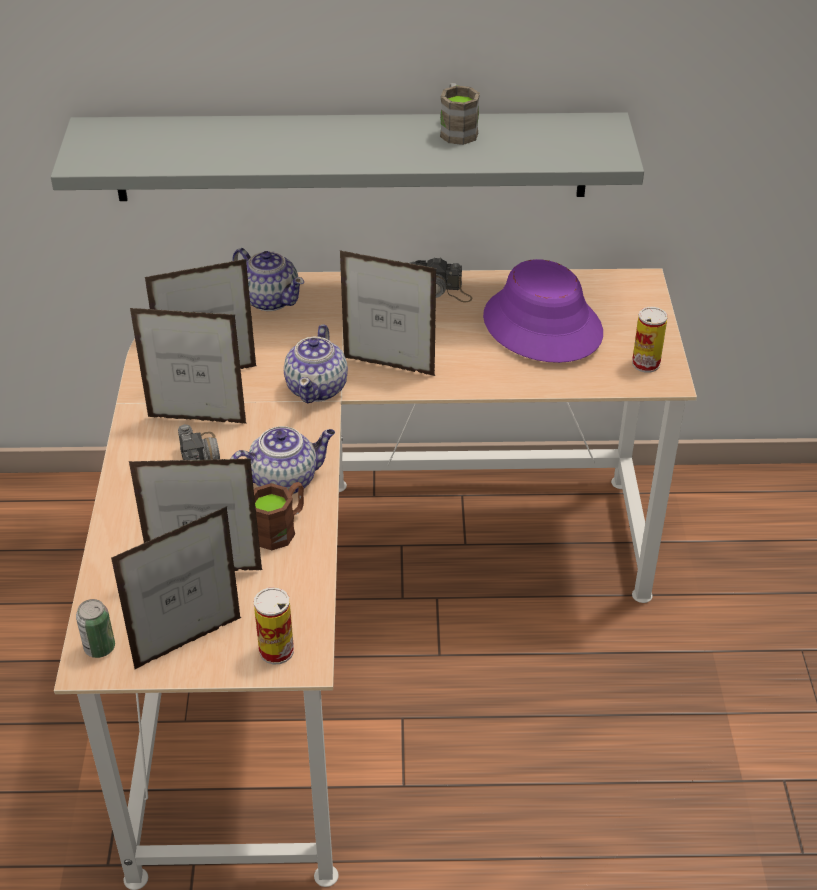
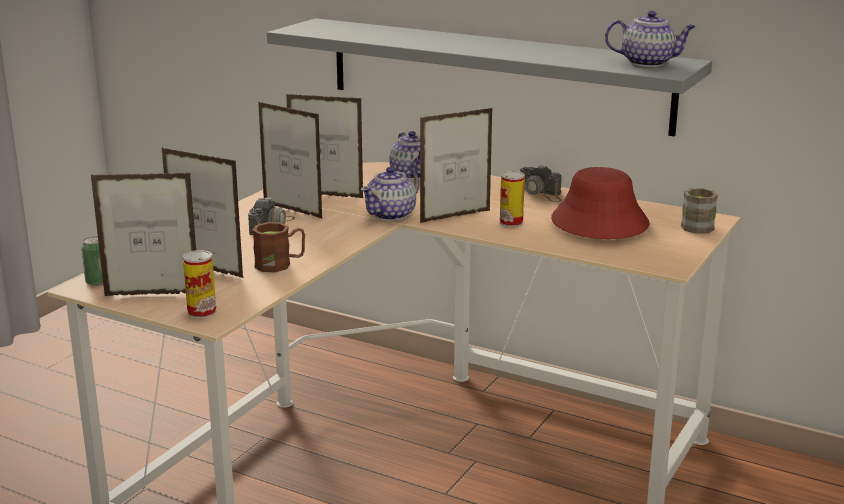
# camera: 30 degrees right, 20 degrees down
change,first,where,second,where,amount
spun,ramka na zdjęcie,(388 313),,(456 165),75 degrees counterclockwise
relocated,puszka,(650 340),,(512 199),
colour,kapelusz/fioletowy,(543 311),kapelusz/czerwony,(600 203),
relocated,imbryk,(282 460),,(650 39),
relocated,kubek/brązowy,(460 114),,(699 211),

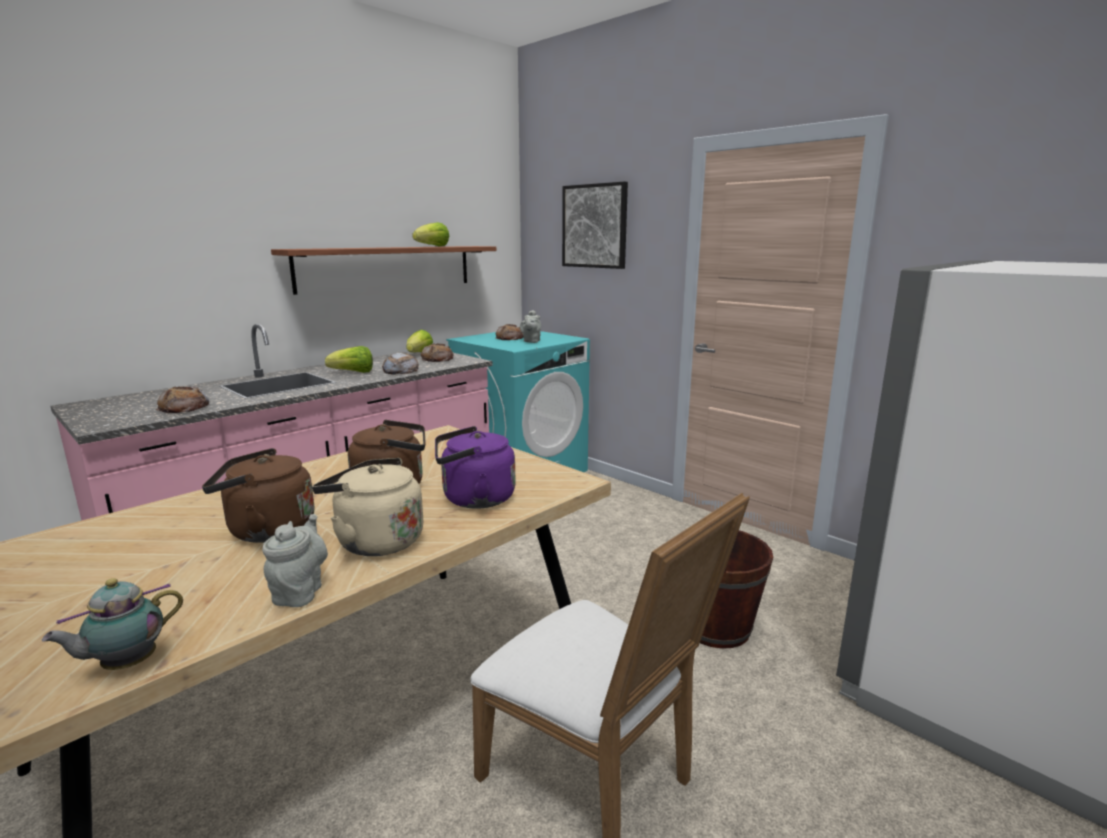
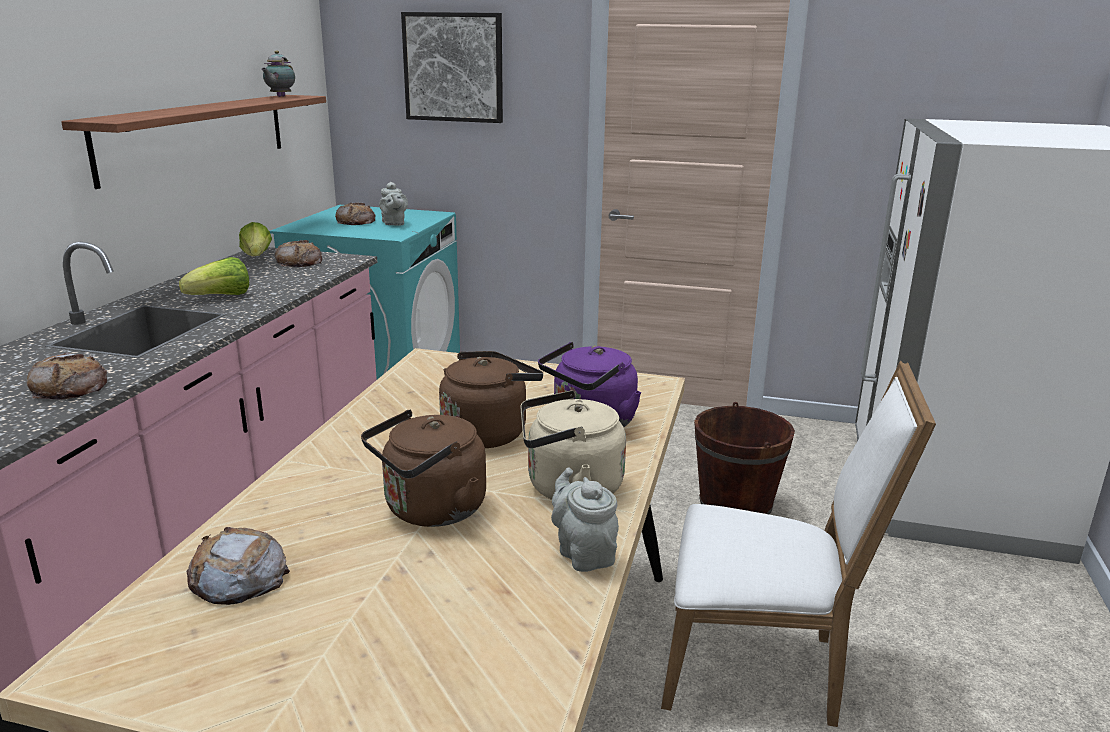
# camera: 30 degrees left, 5 degrees up
change,first,where,second,where,amount
relocated,chleb,(400 363),,(238 566),
relocated,imbryk,(112 624),,(278 73),
missing,sałata,(430 234),,,

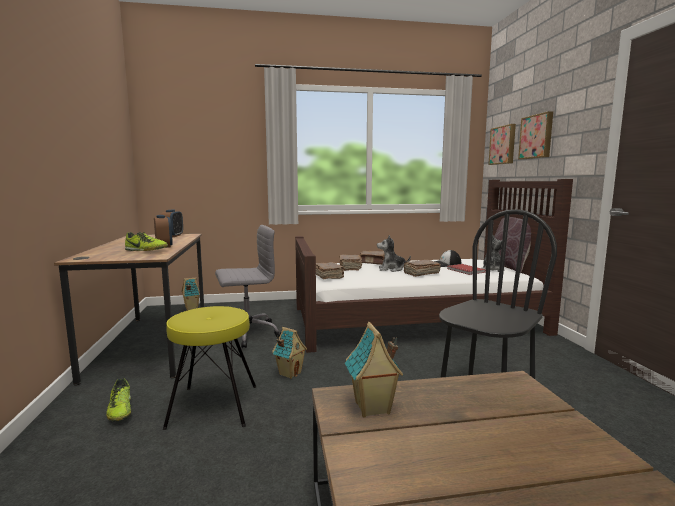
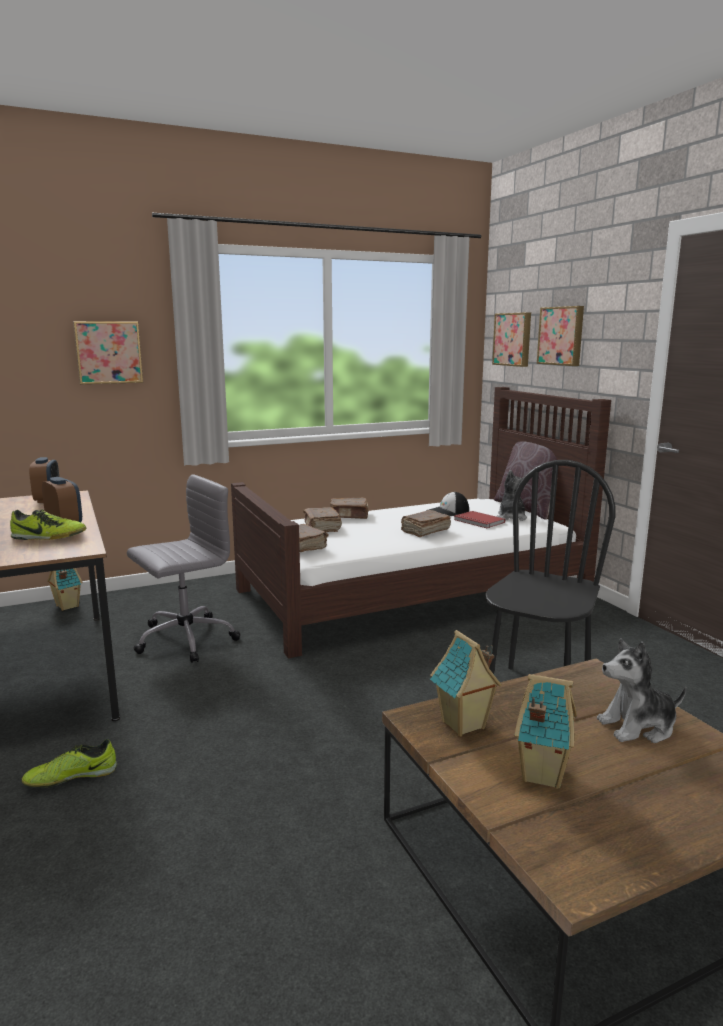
# camera: 15 degrees left, 5 degrees up
change,first,where,second,where,amount
spun,but,(118 400),,(69 763),105 degrees clockwise
appeared,,,obraz,(108 353),
relocated,domek,(289 353),,(545 731),
relocated,pluszak,(394 253),,(641 690),
missing,stołek/żółty,(209 368),,,

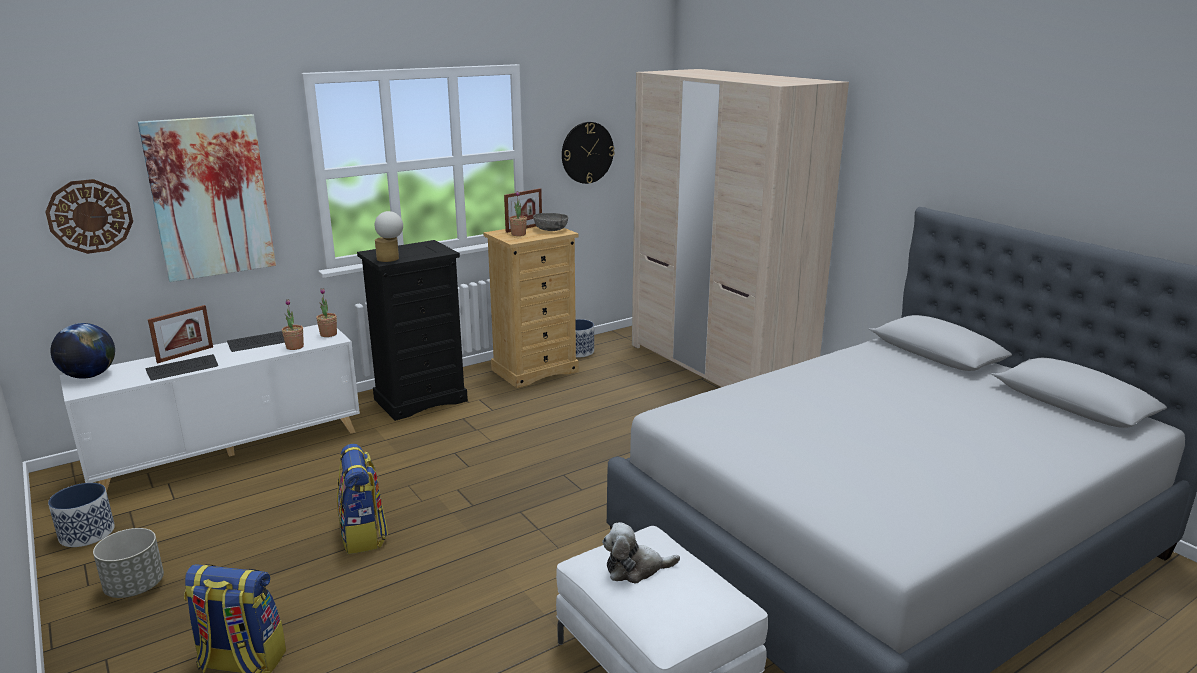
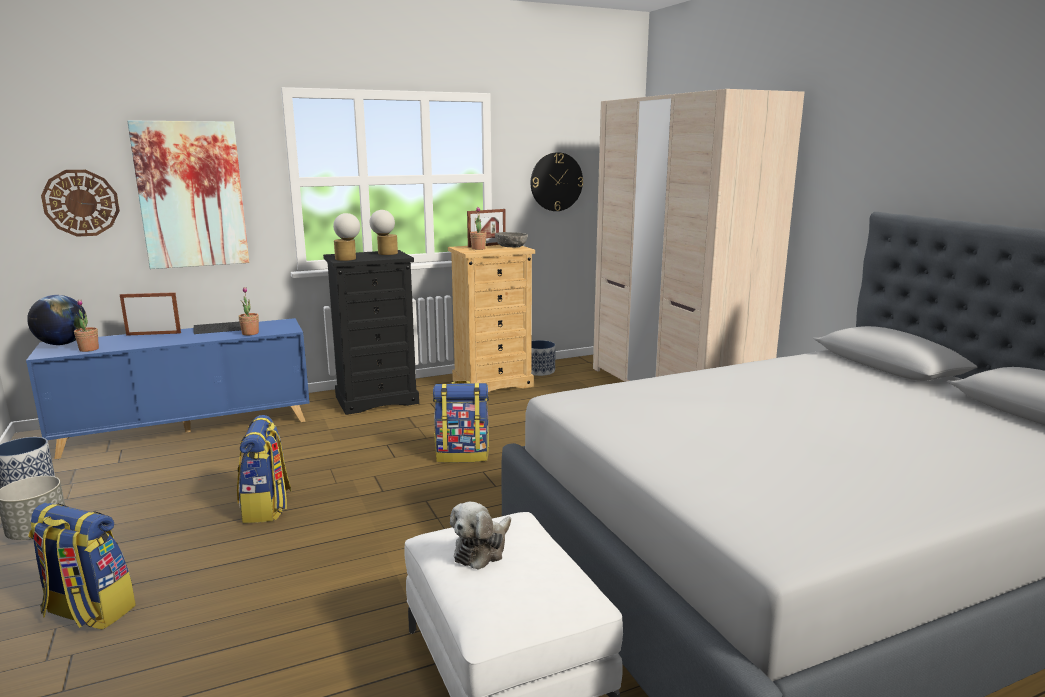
# camera: 10 degrees right, 5 degrees down
change,first,where,second,where,amount
colour,szafka/biały,(210 408),szafka/niebieski,(168 388),
relocated,roślina doniczkowa,(326 312),,(86 325),
spun,ramka na zdjęcie,(180 334),,(150 314),150 degrees counterclockwise
appeared,,,lampa stołowa,(384 232),
appeared,,,plecak,(461 422),
spun,pluszak,(641 553),,(480 536),60 degrees counterclockwise
missing,klawiatura,(181 367),,,

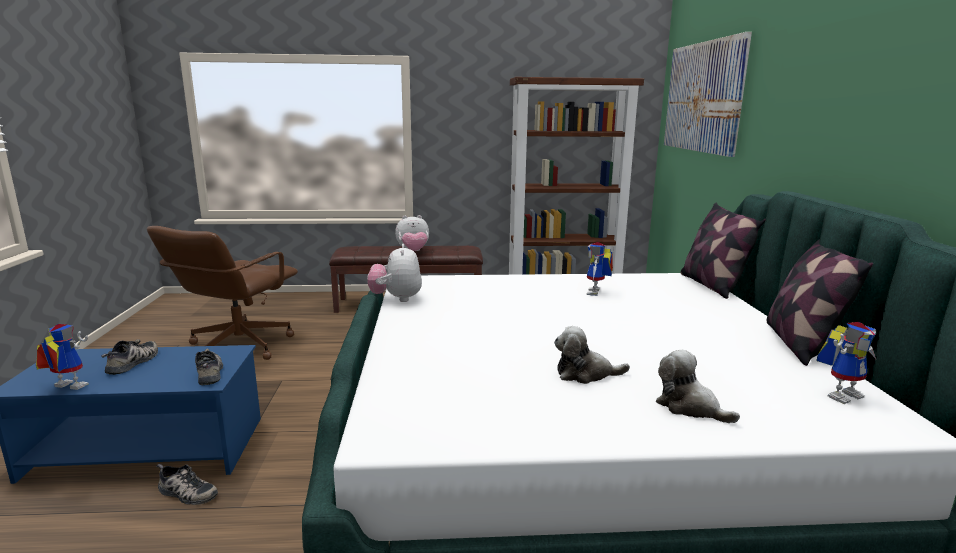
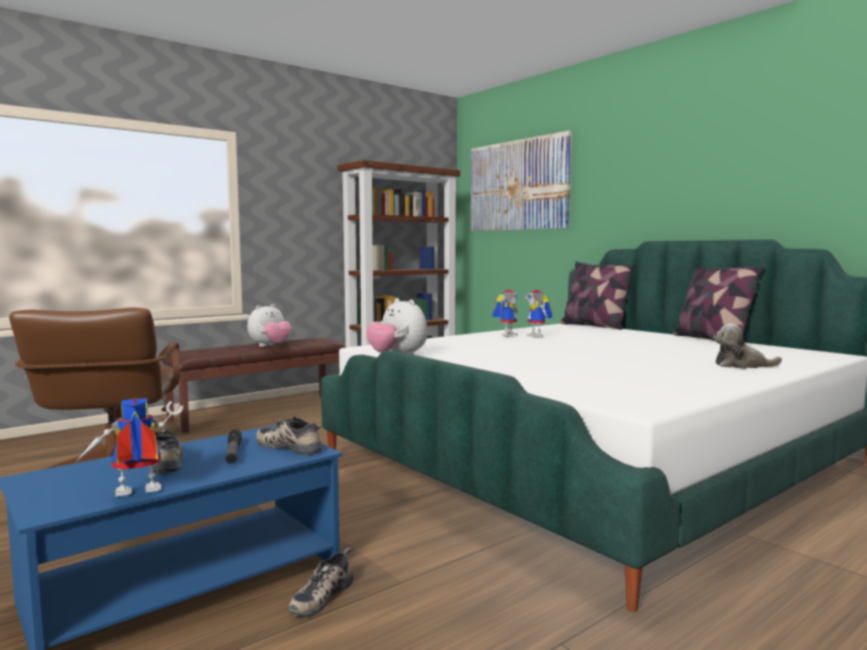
# camera: 35 degrees left, 10 degrees down
change,first,where,second,where,amount
appeared,,,latarka,(234 447),
spun,but,(187 484),,(321 582),135 degrees clockwise
relocated,robot zabawkowy,(846 363),,(505 313),
missing,pluszak,(592 355),,,

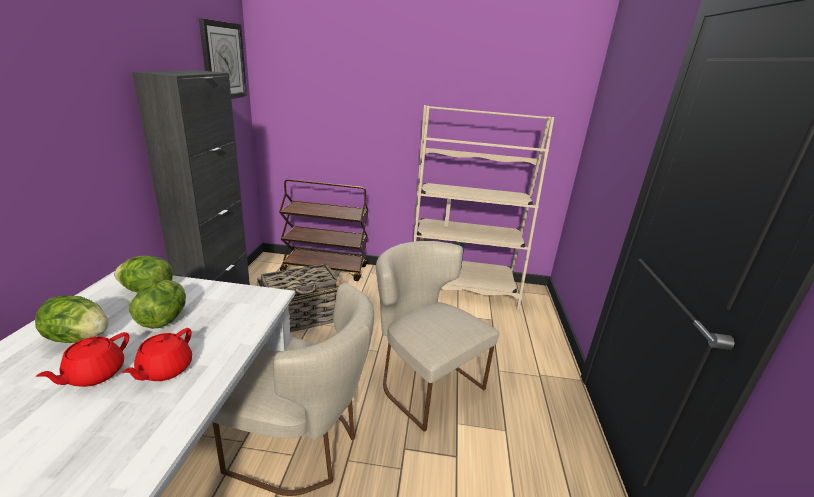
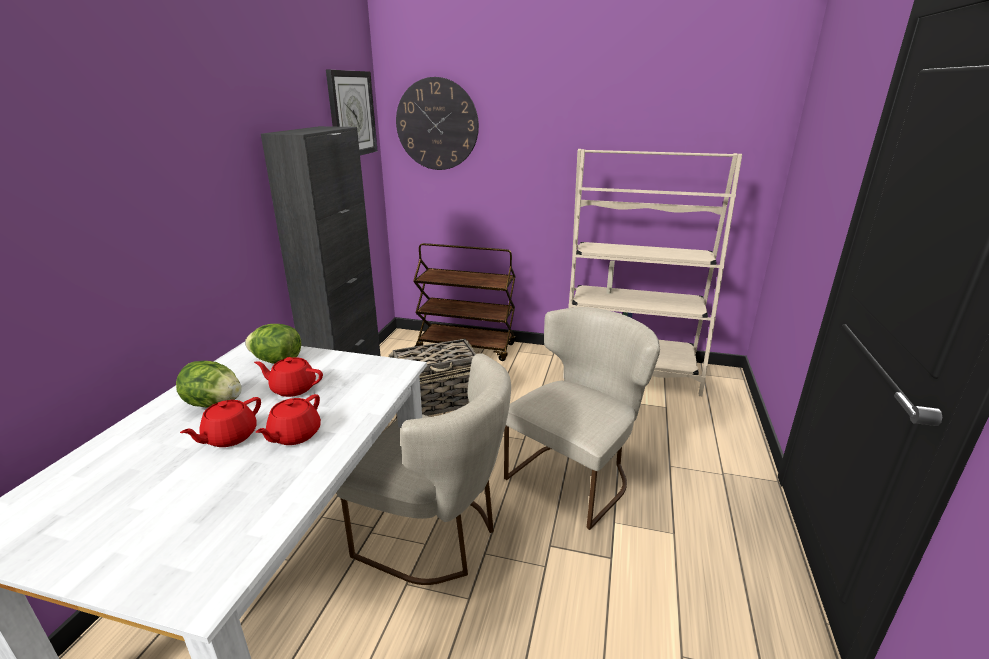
# camera: 10 degrees right, 0 degrees up
change,first,where,second,where,amount
exchanged,sałata,(157 304),imbryk/czerwony,(288 377),
appeared,,,zegar ścienny,(437 123),
spun,krzesło/beżowy,(437 336),,(582 418),75 degrees clockwise

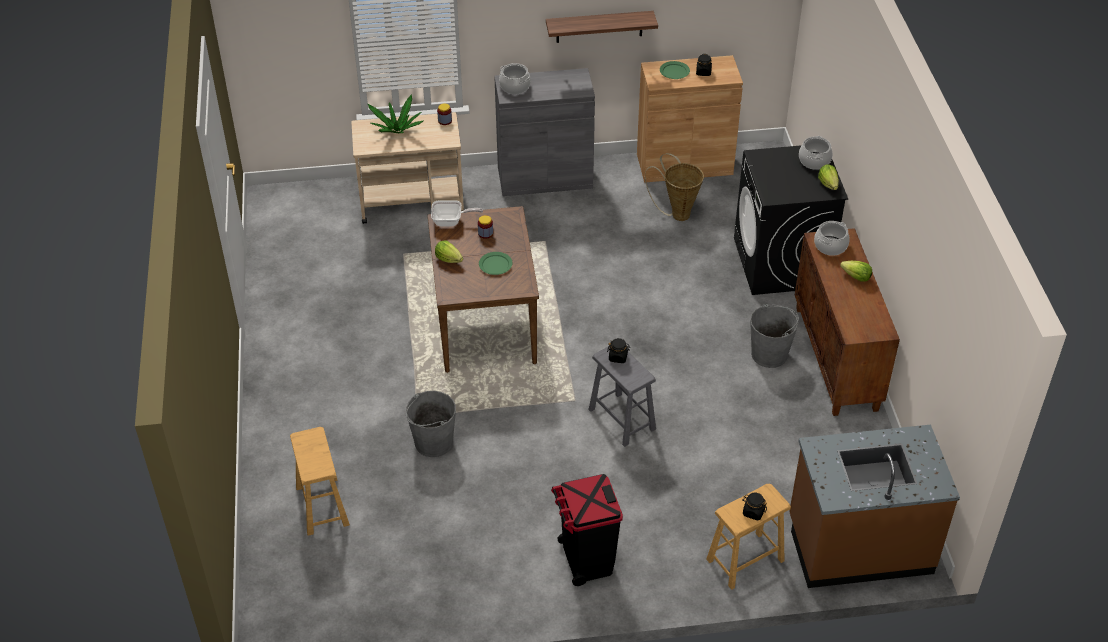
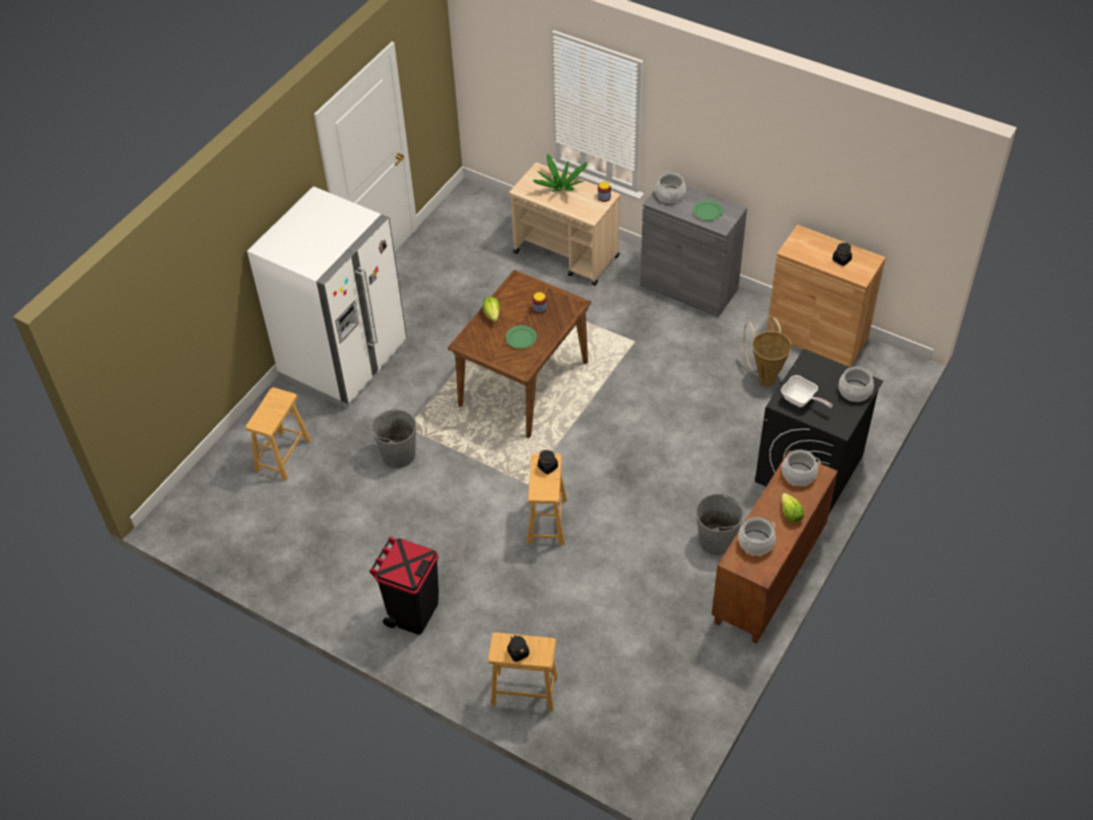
# camera: 40 degrees right, 5 degrees up
change,first,where,second,where,amount
appeared,,,lodówka/biały,(327 297),
colour,stołek/szary,(622 397),stołek/brązowy,(547 499),
relocated,talerz/zielony,(675 70),,(708 210),
appeared,,,garnek,(756 536),
relocated,patelnia,(457 213),,(807 391),
missing,półka,(602 27),,,
missing,zabudowa kuchenna/brązowy,(874 506),,,
missing,sałata,(828 177),,,

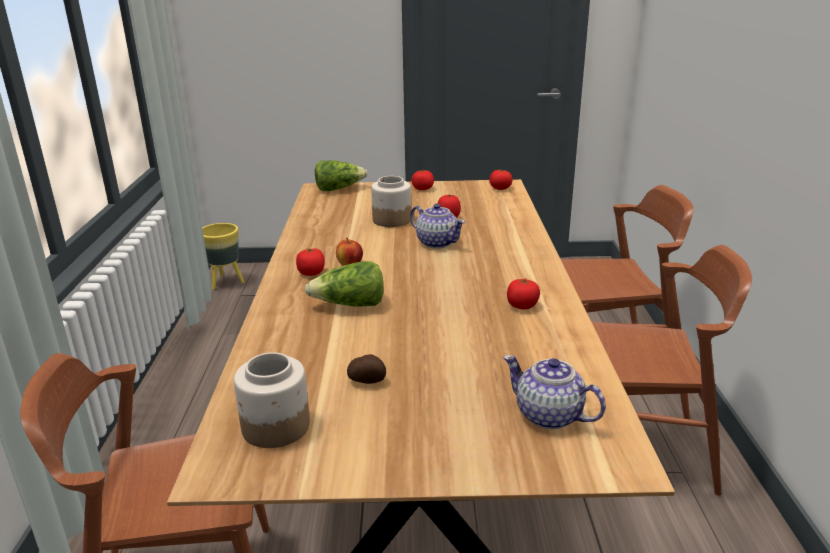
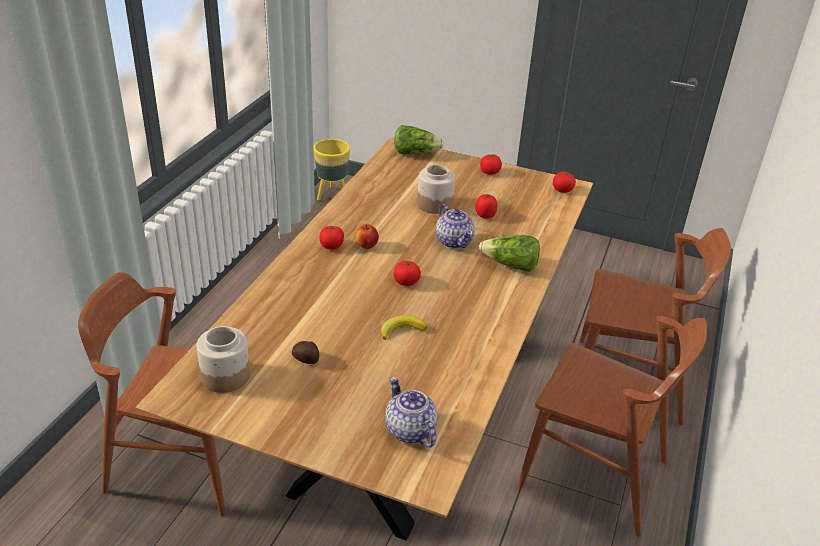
# camera: 20 degrees right, 10 degrees up
change,first,where,second,where,amount
appeared,,,banan,(404 327),
relocated,pomidor,(523 294),,(407 273),
relocated,sałata,(343 284),,(509 253),

